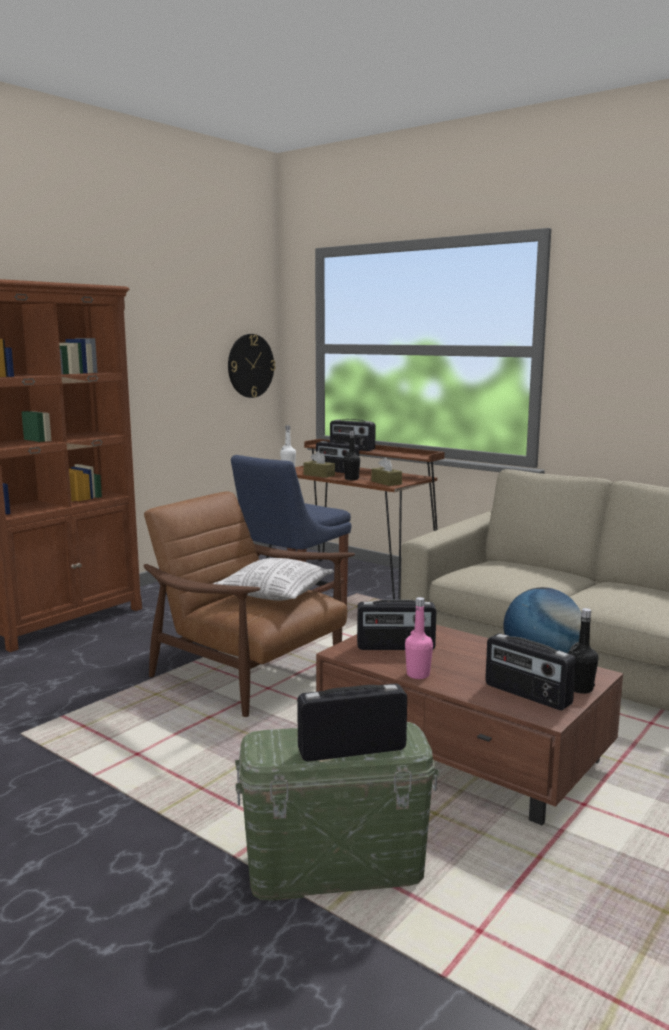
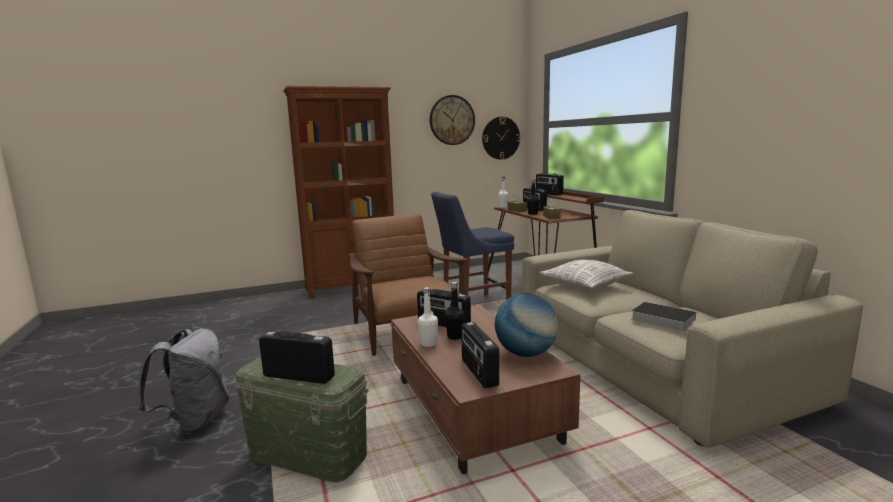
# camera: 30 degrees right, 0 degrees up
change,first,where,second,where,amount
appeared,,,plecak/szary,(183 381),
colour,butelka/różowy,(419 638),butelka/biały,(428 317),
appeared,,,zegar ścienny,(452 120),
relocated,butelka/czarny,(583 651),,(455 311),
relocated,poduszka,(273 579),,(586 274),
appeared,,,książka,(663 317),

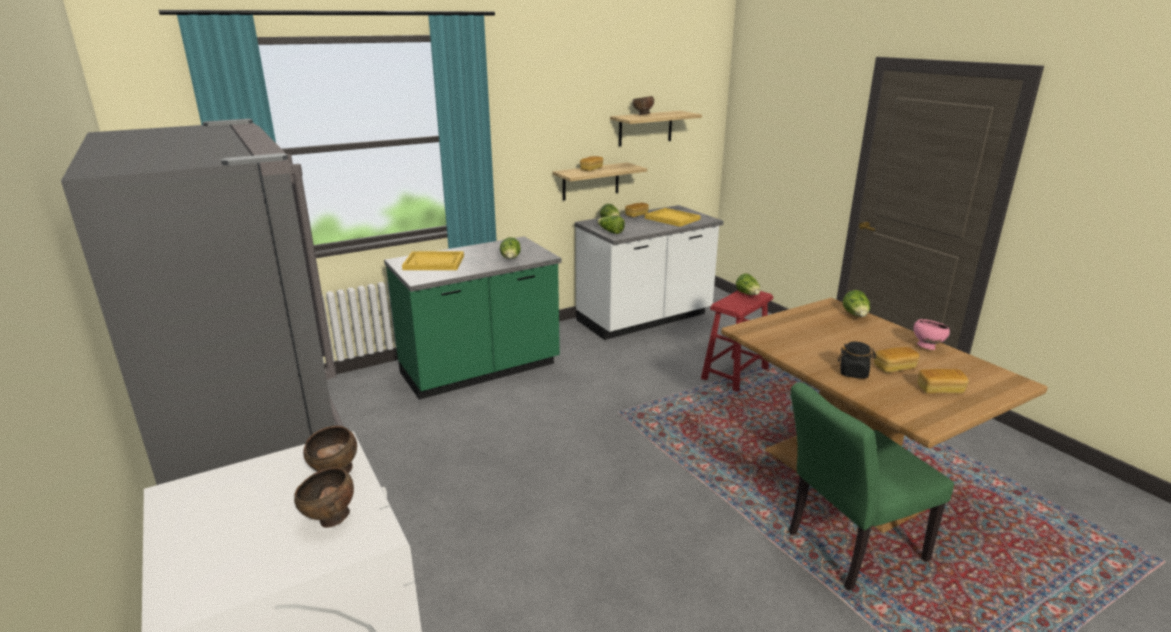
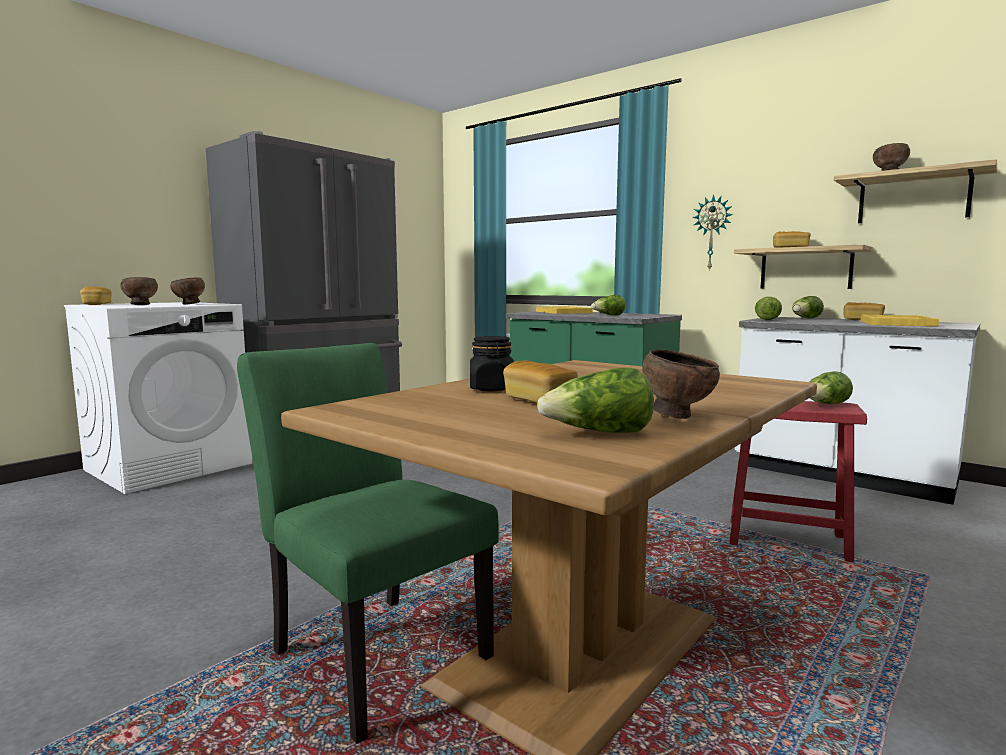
# camera: 70 degrees right, 15 degrees down
change,first,where,second,where,amount
relocated,chleb,(943 381),,(95 296),
relocated,sałata,(856 303),,(595 400),
colour,miska/różowy,(932 334),miska/brązowy,(681 384),
appeared,,,zegar ścienny,(712 232),

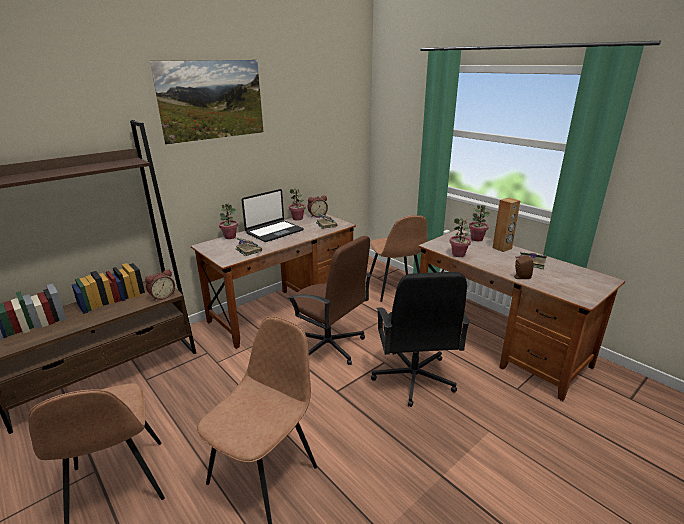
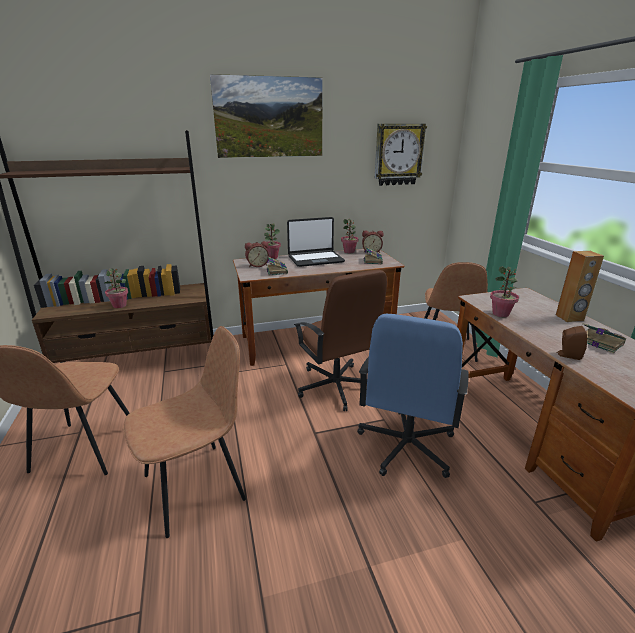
# camera: 25 degrees right, 0 degrees up
change,first,where,second,where,amount
relocated,roślina doniczkowa,(479 223),,(116 288),
relocated,budzik,(160 285),,(257 254),
colour,krzesło biurowe/czarny,(420 339),krzesło biurowe/niebieski,(413 396),
appeared,,,zegar ścienny,(401 155),

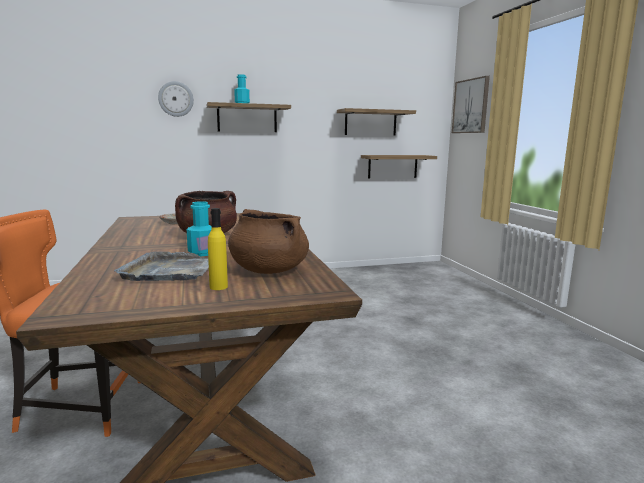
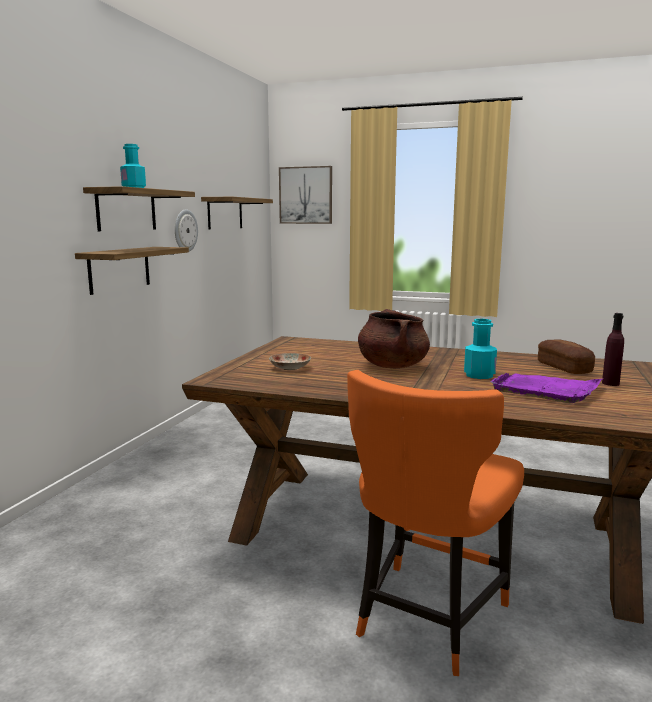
# camera: 55 degrees left, 0 degrees up
change,first,where,second,where,amount
relocated,półka,(399 166),,(132 271),
relocated,zegar ścienny,(176 99),,(186 230),
colour,taca/szary,(161 266),taca/fioletowy,(546 388),
exchanged,garnek/brązowy,(268 241),chleb,(566 356),
colour,butelka/żółty,(218 249),butelka/fioletowy,(613 349),

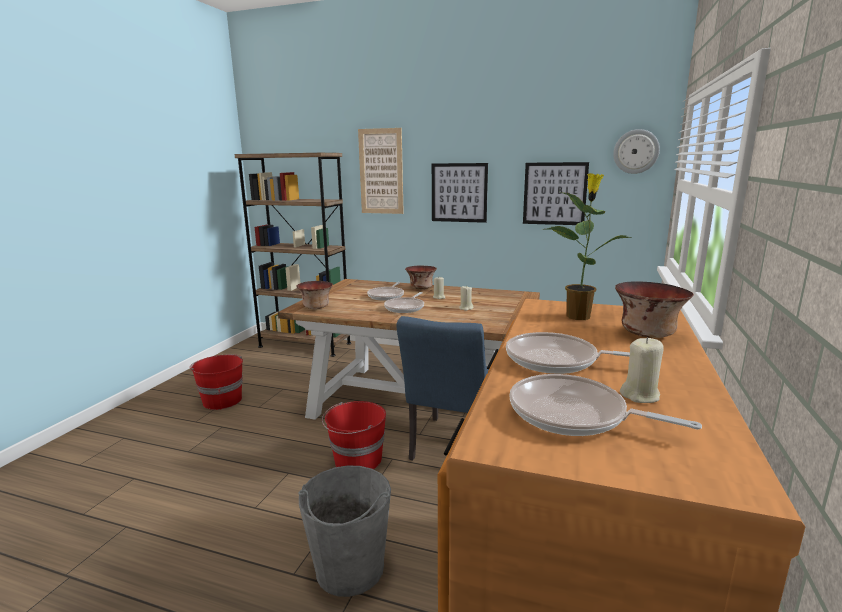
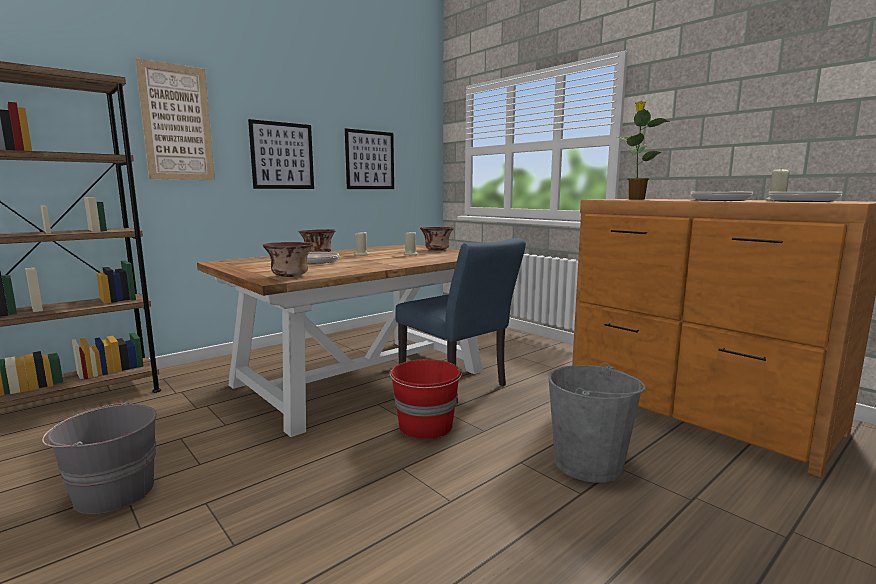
# camera: 60 degrees left, 5 degrees down
change,first,where,second,where,amount
colour,wiadro/czerwony,(216 382),wiadro/szary,(99 457),
relocated,miska,(654 309),,(437 238),
missing,patelnia,(404 302),,,
missing,zegar ścienny,(636 151),,,

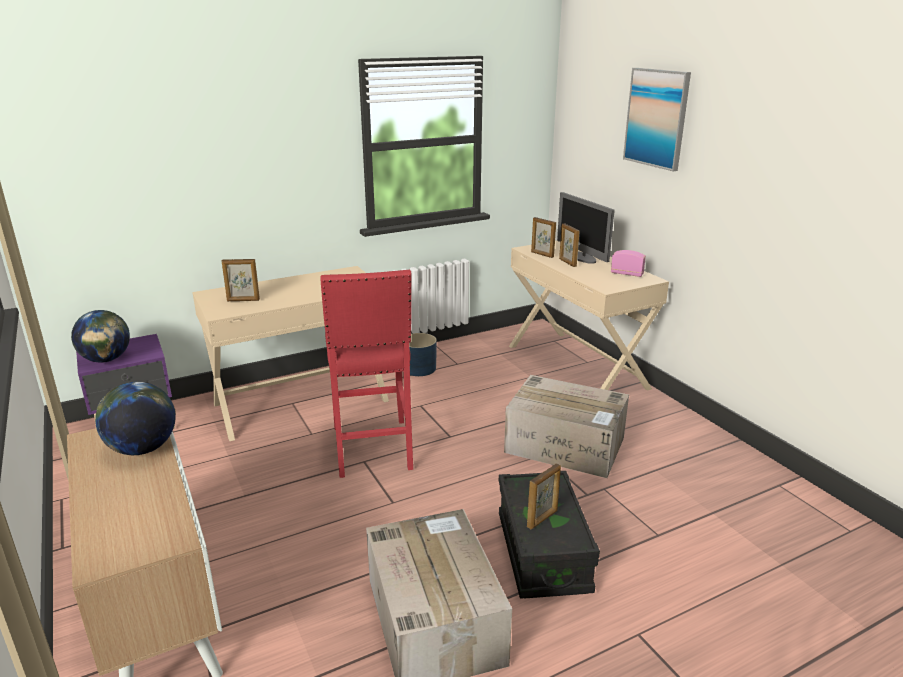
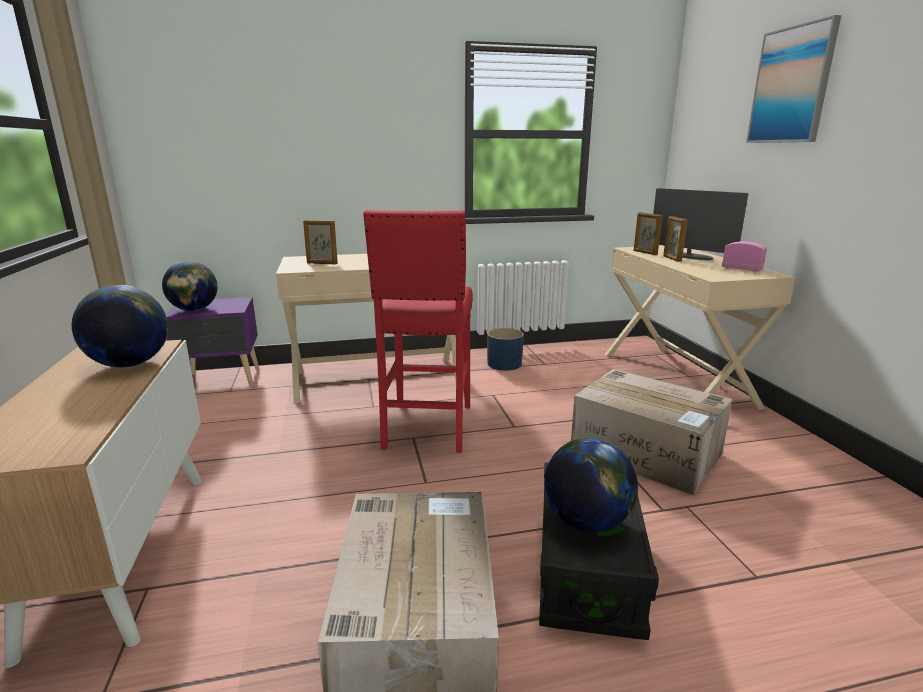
# camera: 15 degrees right, 5 degrees down
change,first,where,second,where,amount
exchanged,ramka na zdjęcie,(544 496),globus,(591 485),
spun,monitor,(586 228),,(700 224),150 degrees clockwise

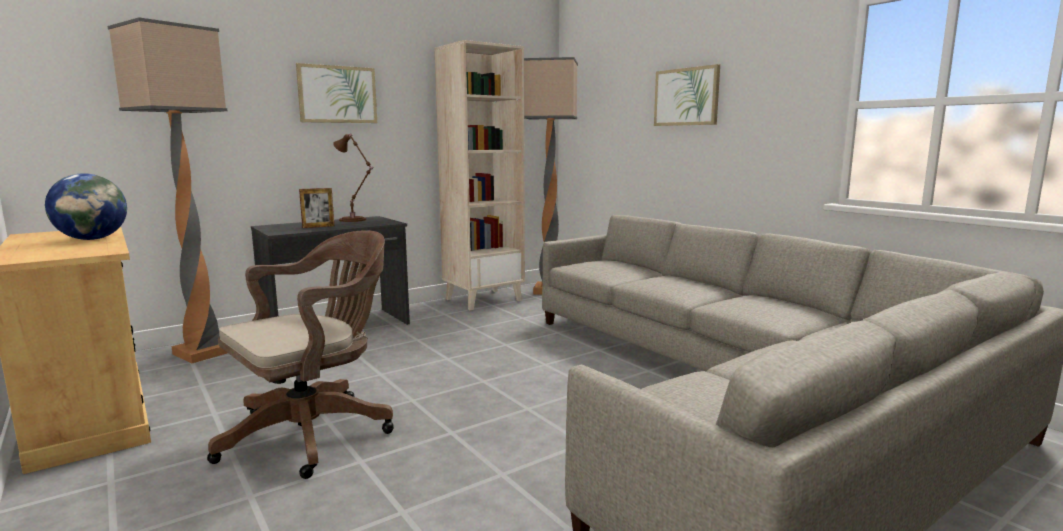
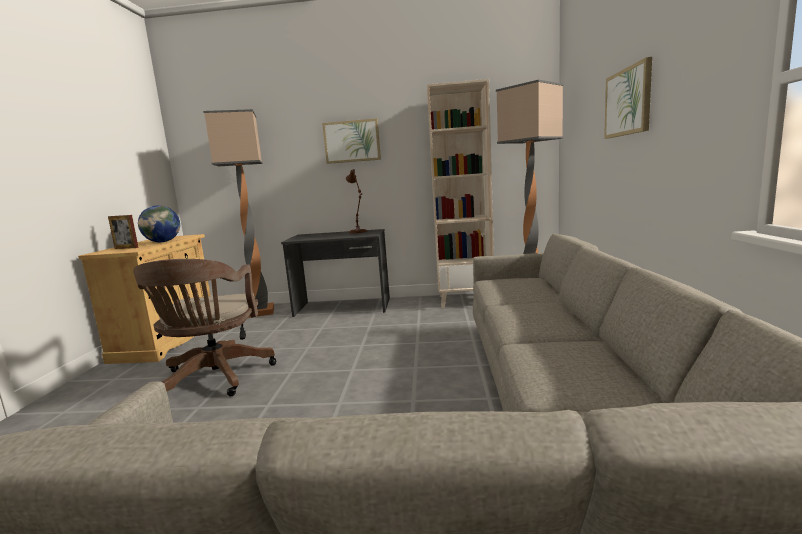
# camera: 40 degrees right, 0 degrees up
change,first,where,second,where,amount
relocated,ramka na zdjęcie,(316 208),,(123 232),
spun,krzesło biurowe/brązowy,(300 354),,(204 327),90 degrees clockwise

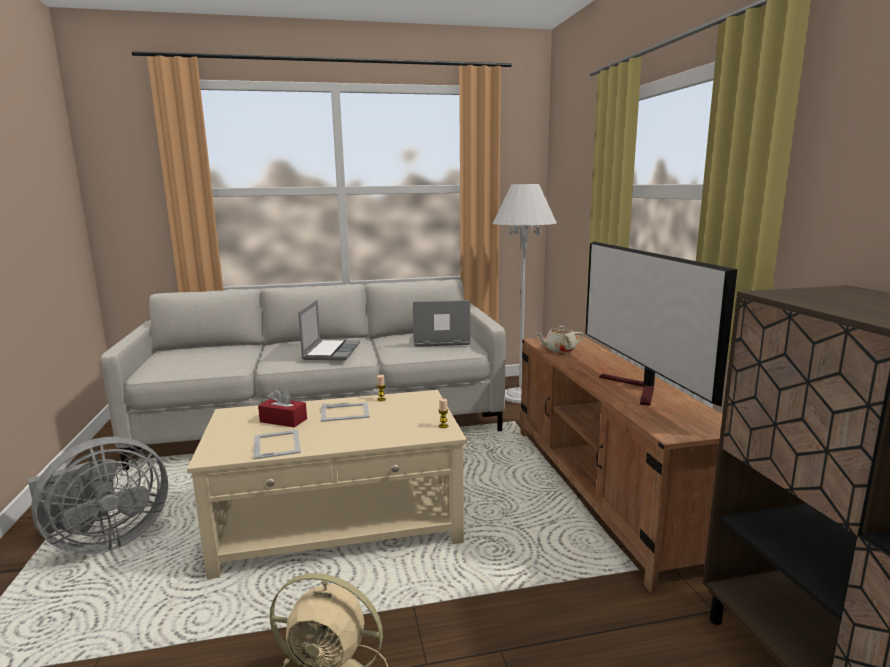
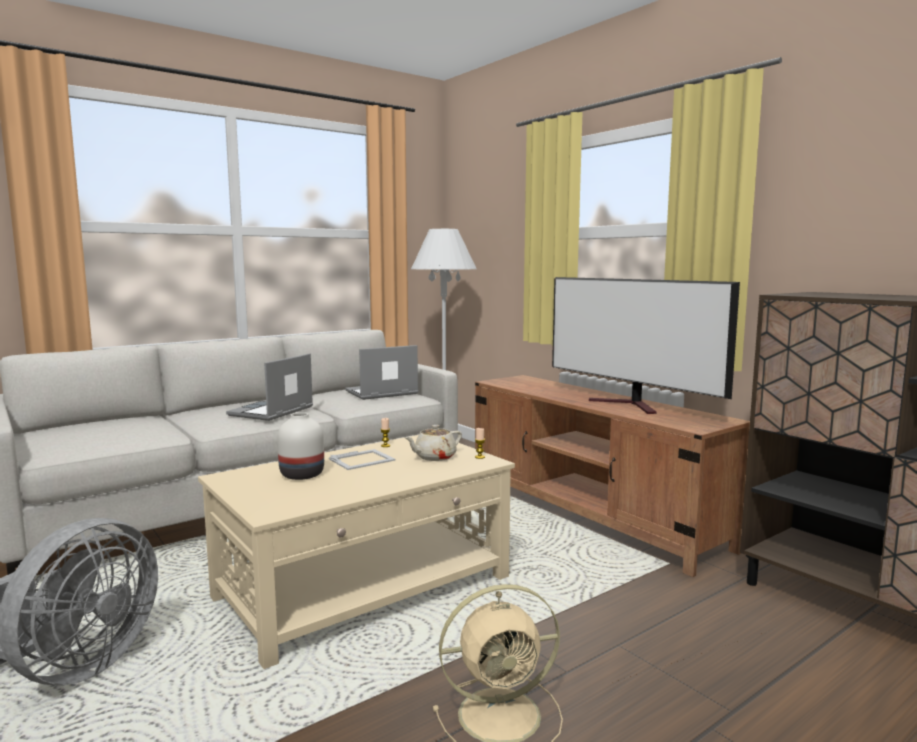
# camera: 25 degrees left, 5 degrees down
change,first,where,second,where,amount
spun,laptop,(329 330),,(269 387),135 degrees counterclockwise
exchanged,pudełko chusteczek/czerwony,(282 407),wazon/biały,(300 446),
relocated,imbryk/beżowy,(560 339),,(433 443),
missing,ramka na zdjęcie,(277 445),,,

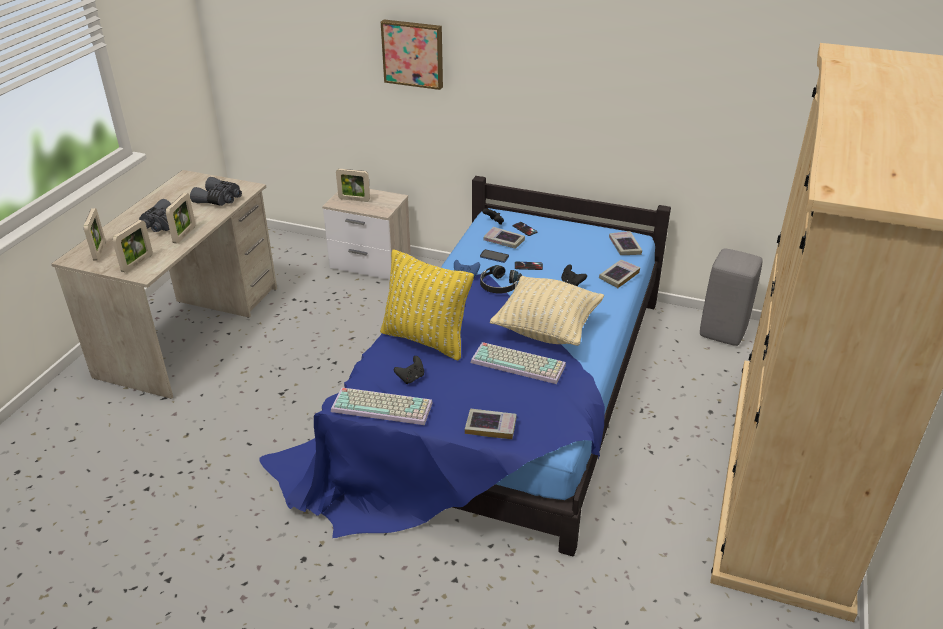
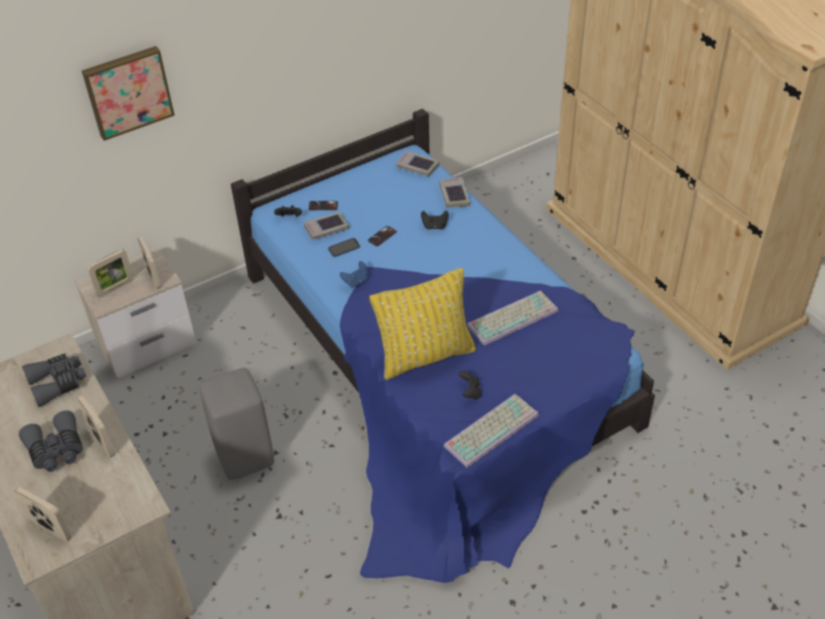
# camera: 50 degrees left, 10 degrees up
change,first,where,second,where,amount
relocated,ramka na zdjęcie,(132 246),,(149 262),
relocated,stołek/szary,(731 297),,(236 424),
missing,książka,(491 423),,,
missing,słuchawki/czarny,(501 279),,,
missing,poduszka/beżowy,(547 311),,,

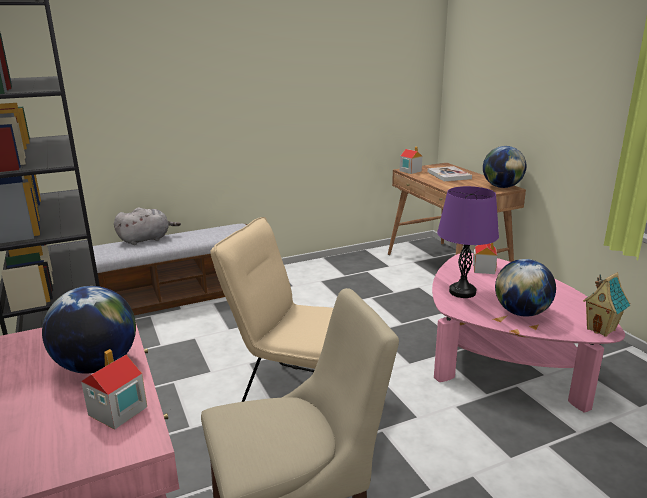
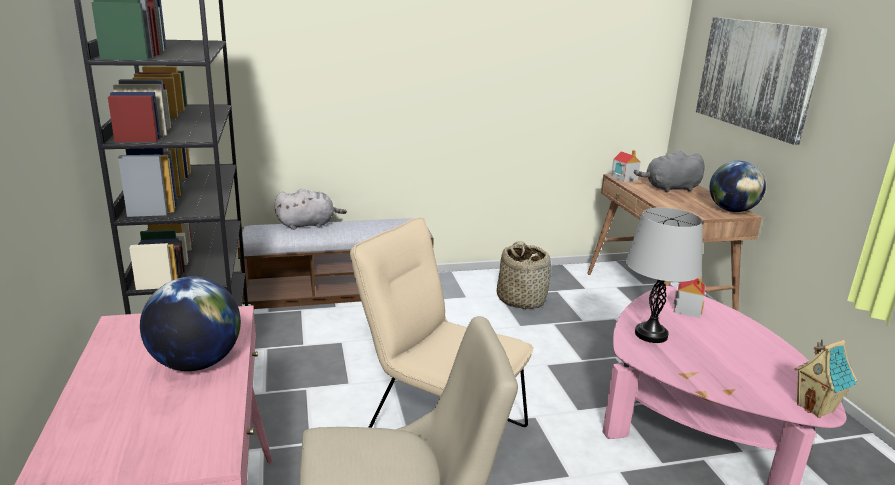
# camera: 10 degrees right, 0 degrees up
change,first,where,second,where,amount
appeared,,,koszyk,(524 275),
colour,lampa stołowa/fioletowy,(468 242),lampa stołowa/szary,(664 275),
exchanged,książka,(450 173),pluszak/szary,(669 172),
appeared,,,obraz,(762 81),
missing,domek,(114 389),,,
missing,globus,(525 288),,,

